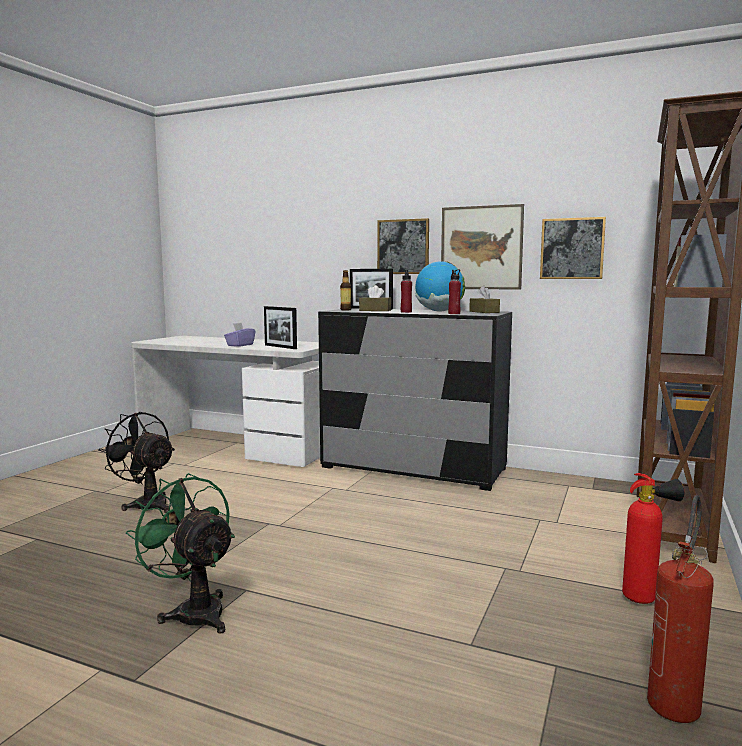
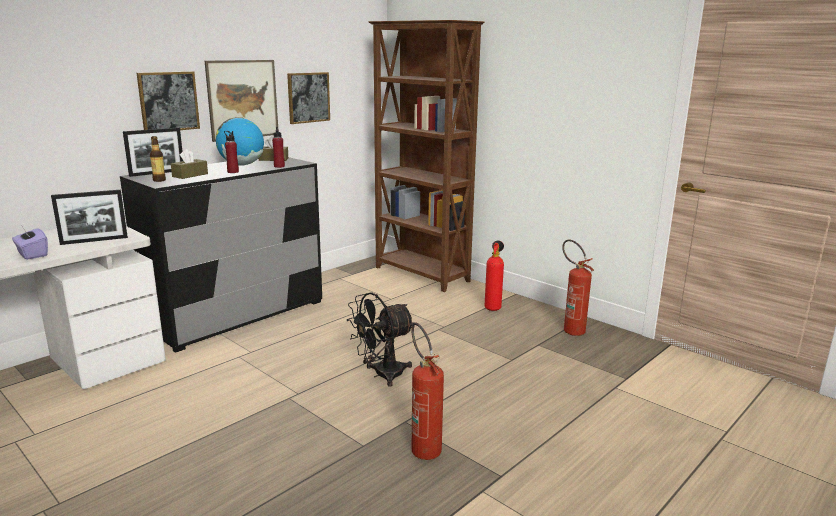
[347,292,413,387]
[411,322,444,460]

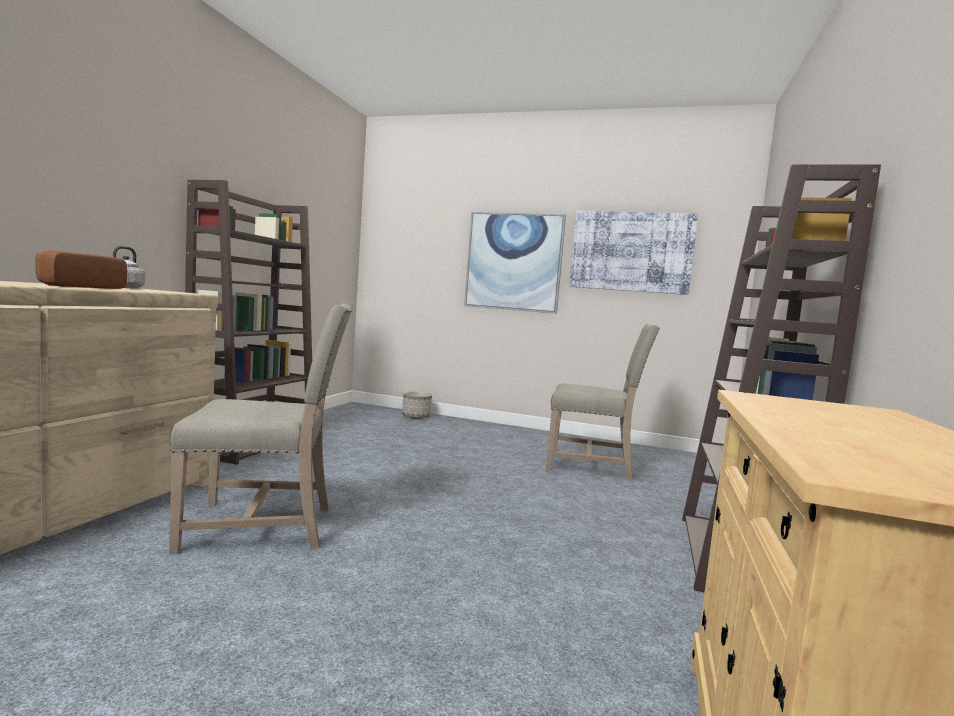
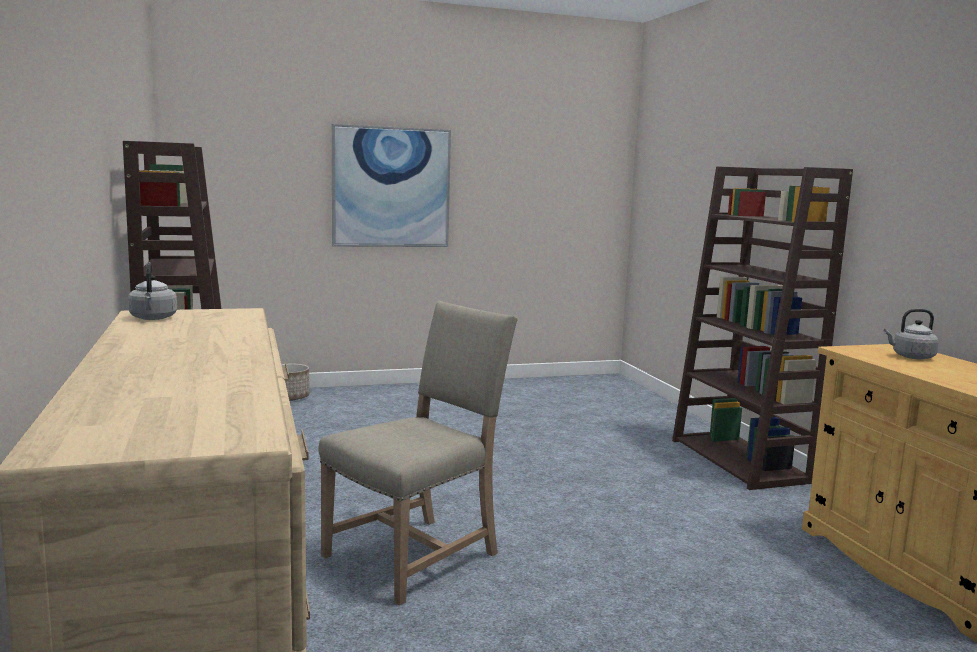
[35,250,127,289] (first image)
[546,324,660,481] (first image)
[569,211,698,295] (first image)
[884,309,939,359]

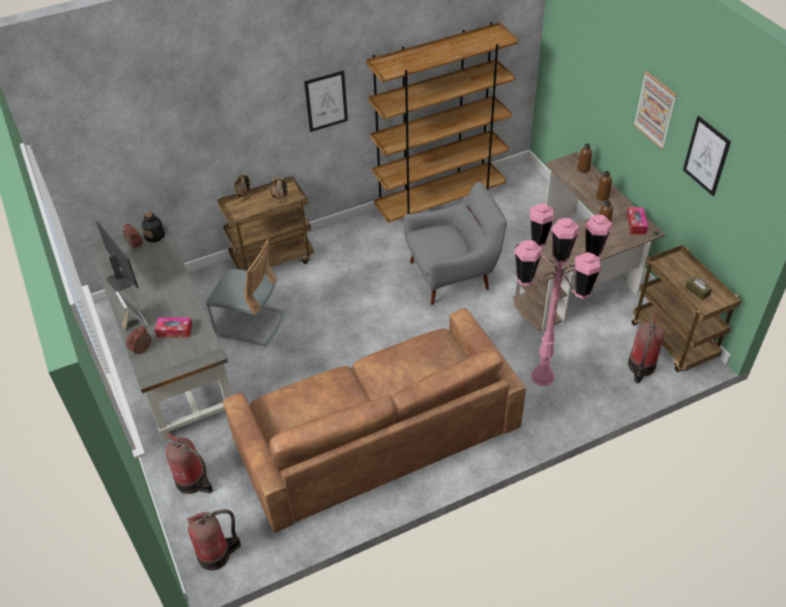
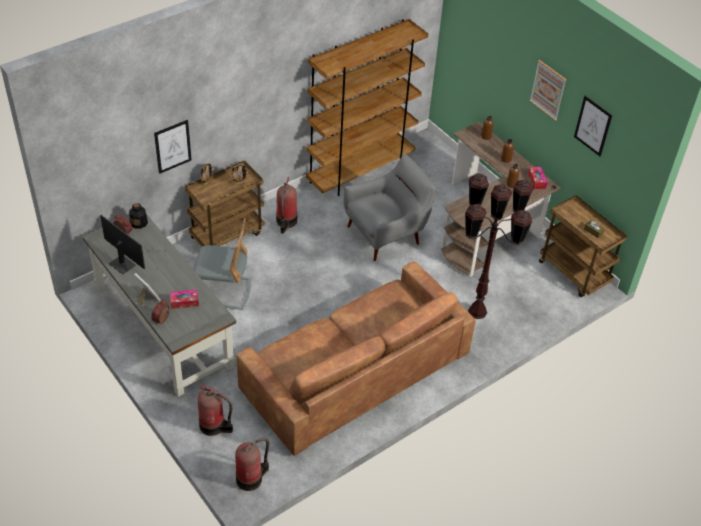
[154,120,191,174]
[276,177,297,234]
[465,173,534,319]

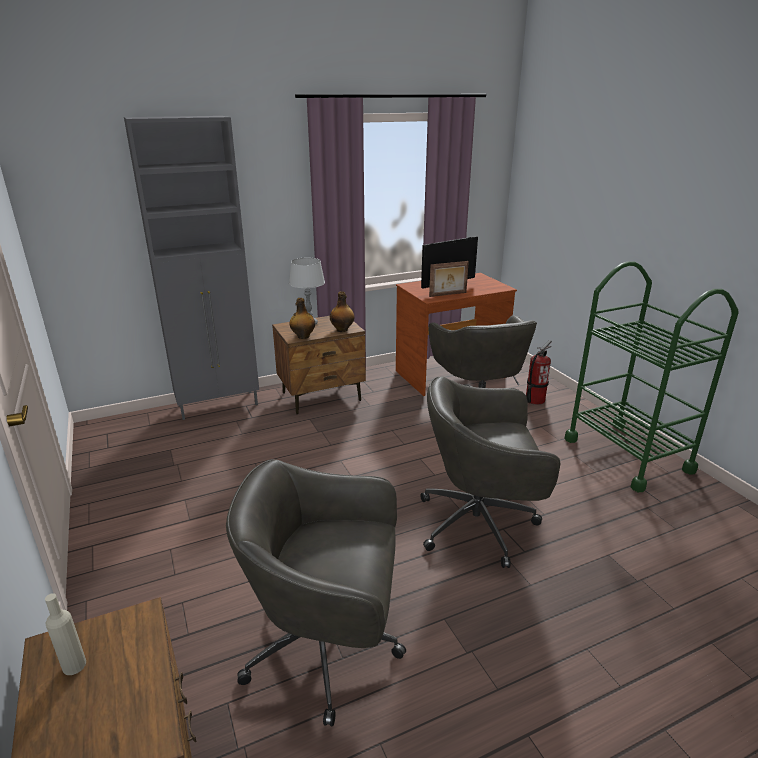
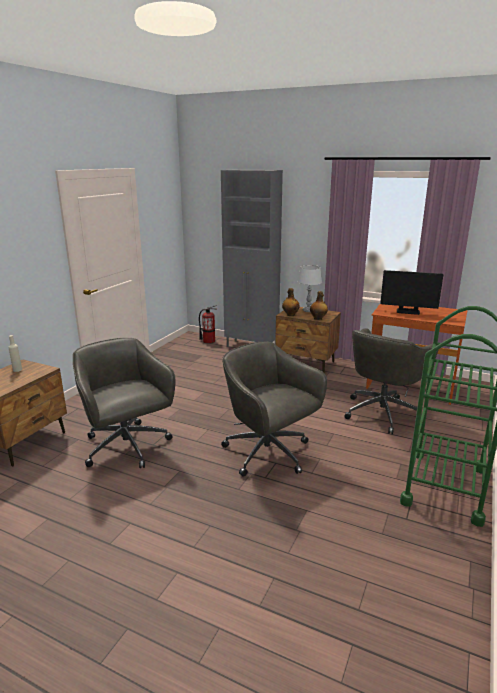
[429,261,469,297] (first image)
[199,305,217,344]

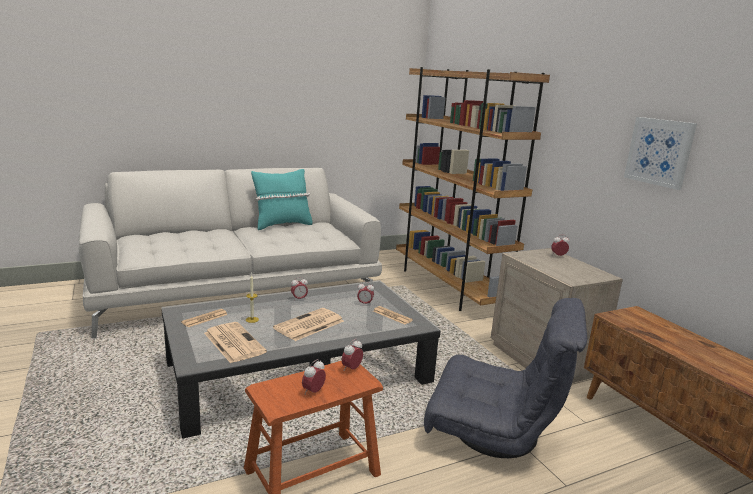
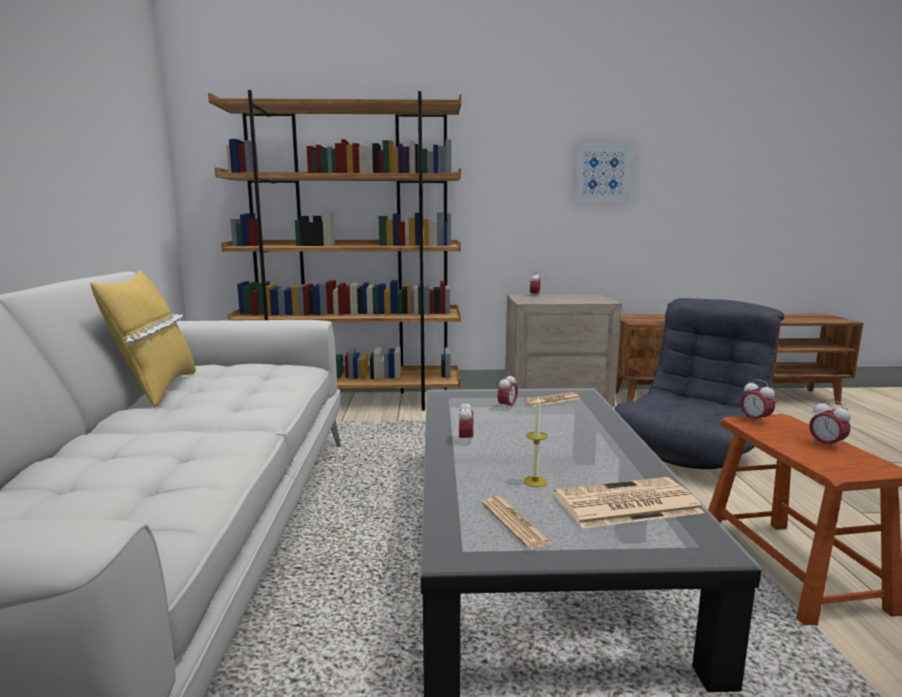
[273,308,344,341] (first image)
[90,270,196,407]

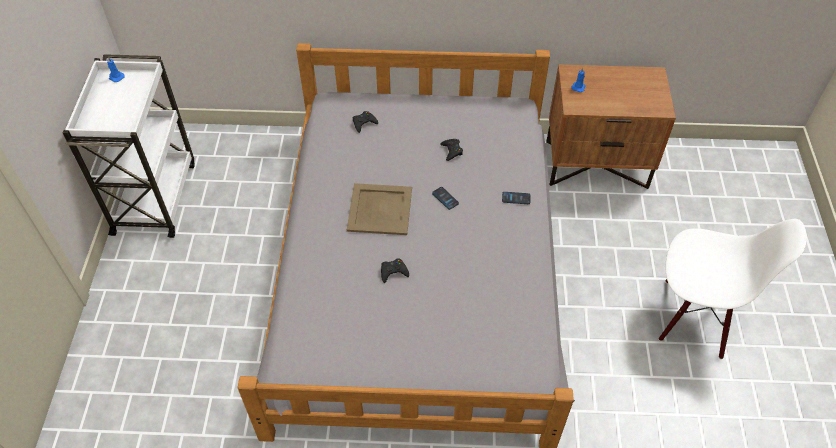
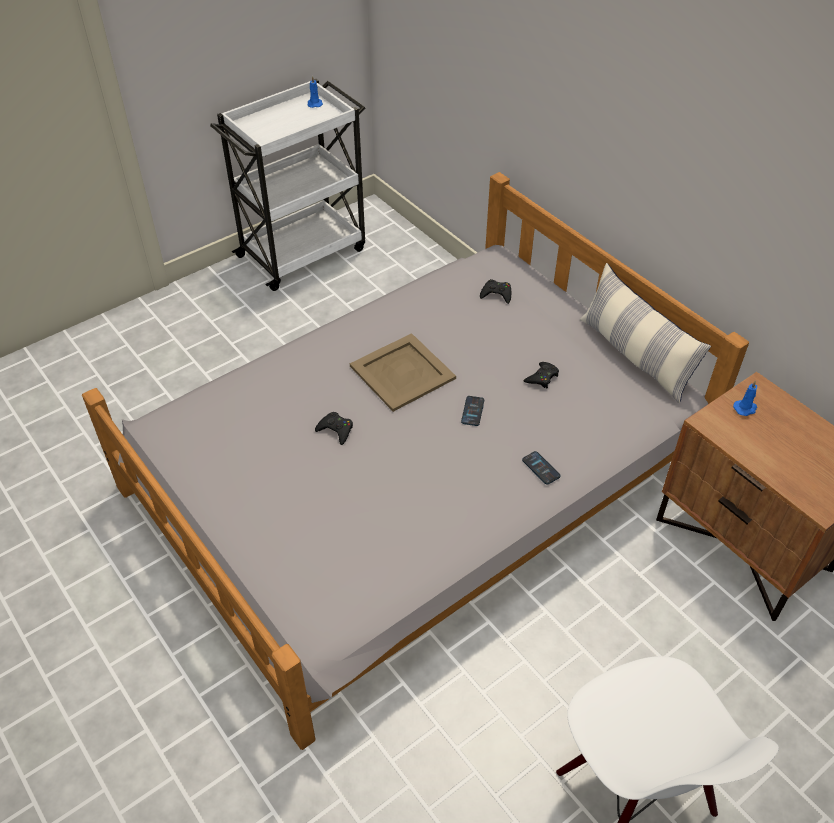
[580,263,711,403]

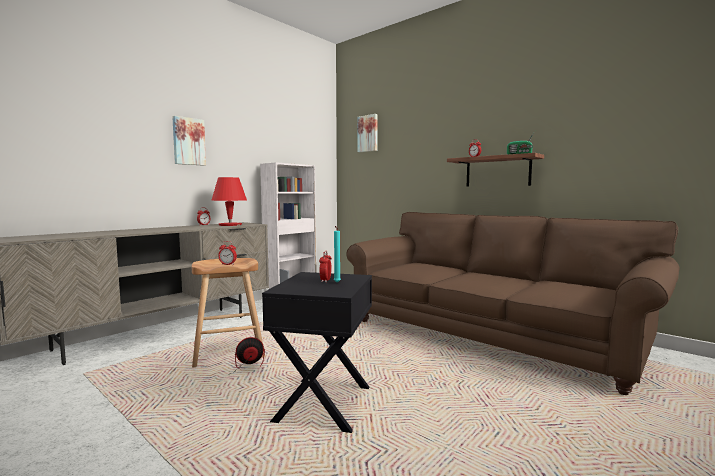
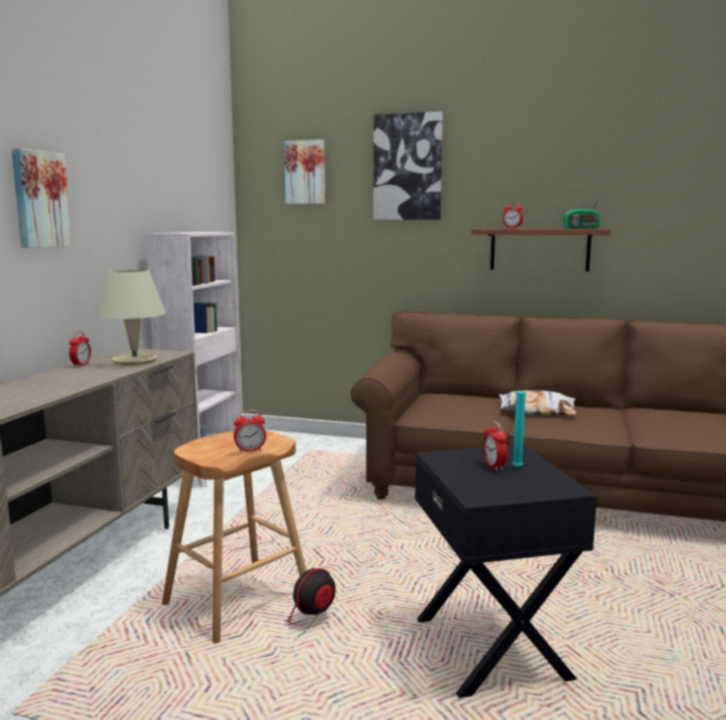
[373,111,443,220]
[499,390,578,415]
[97,270,166,365]

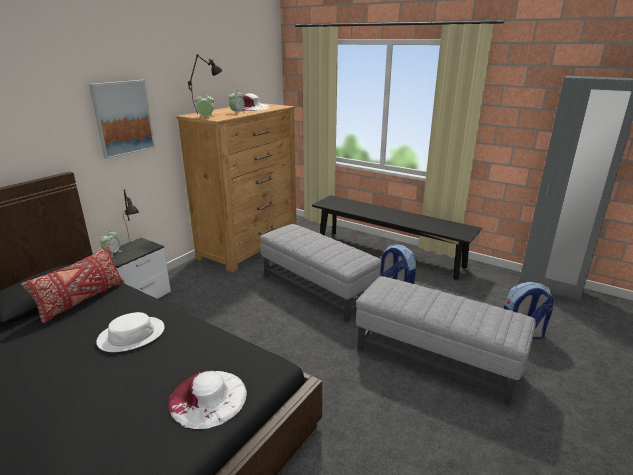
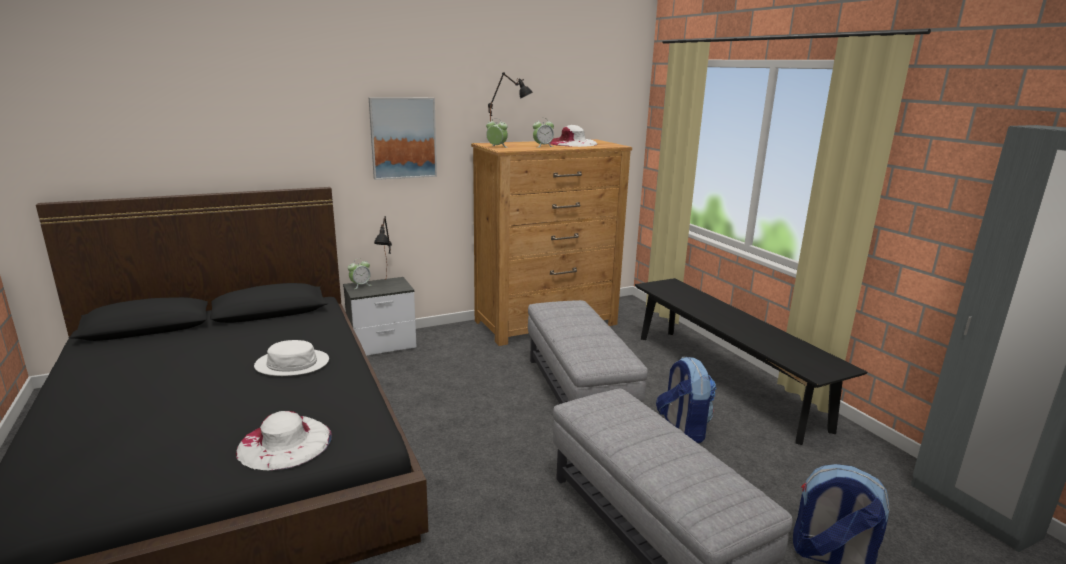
[21,246,124,323] (first image)

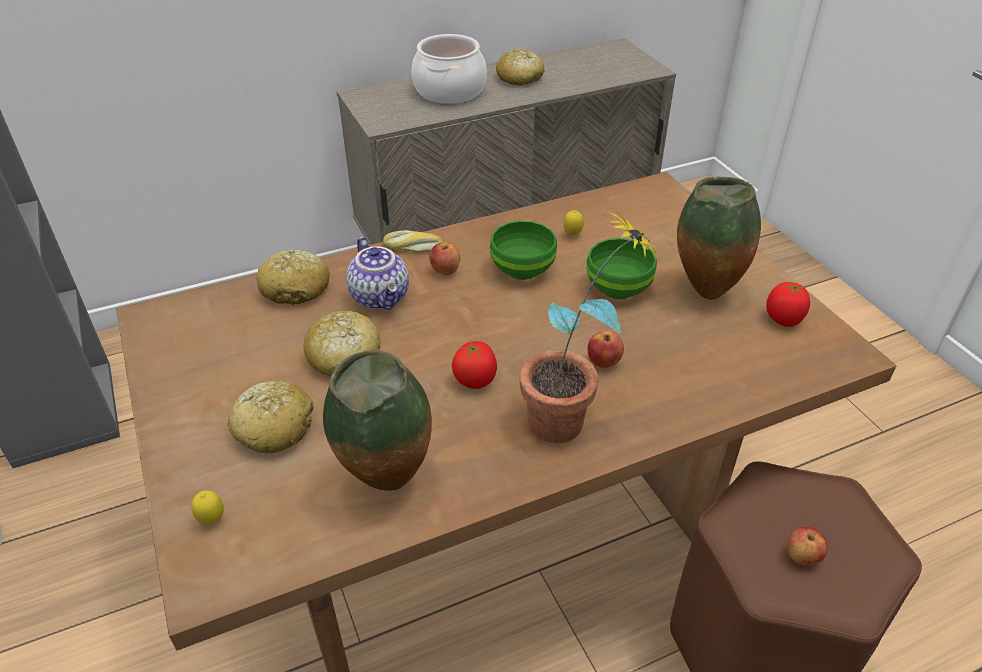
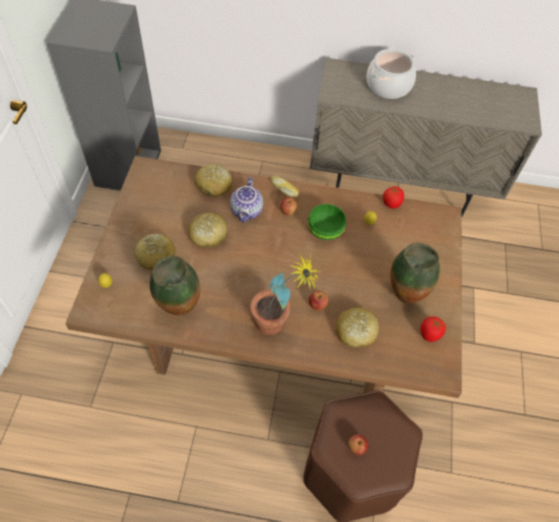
[586,238,657,299] (first image)
[383,186,404,209]
[336,307,379,348]

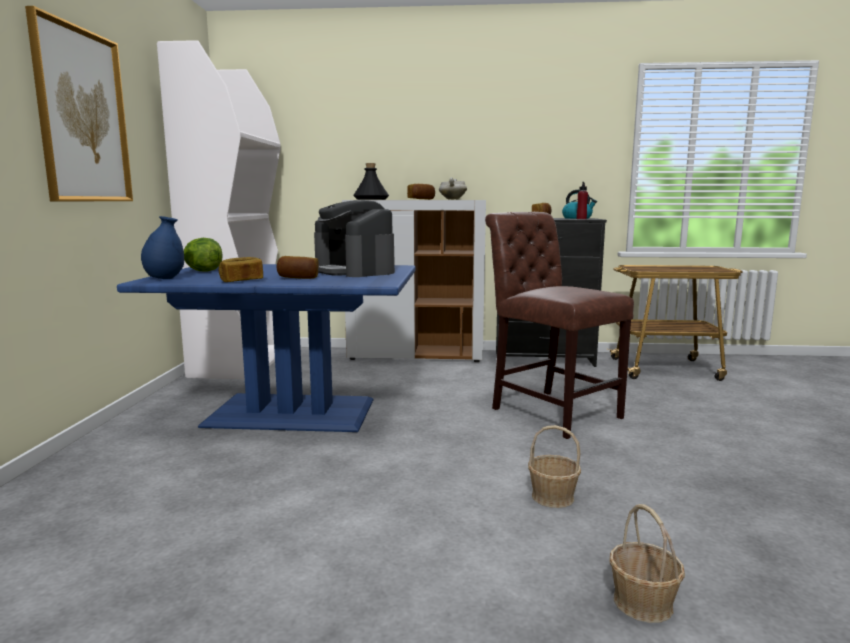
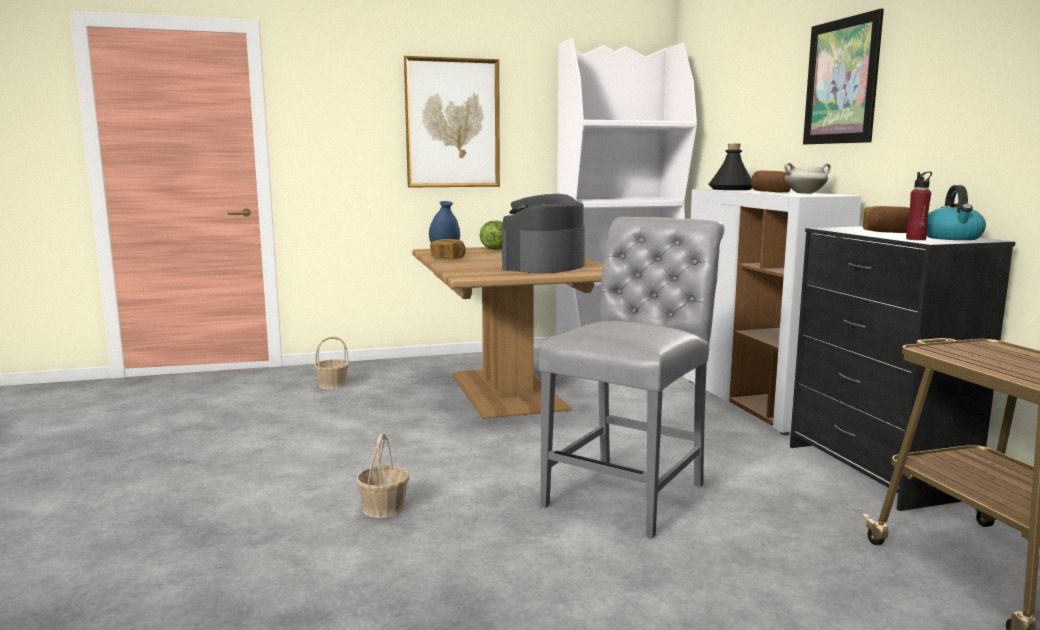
[276,256,319,279] (first image)
[803,9,884,144]
[314,336,349,389]
[412,247,603,419]
[539,217,724,538]

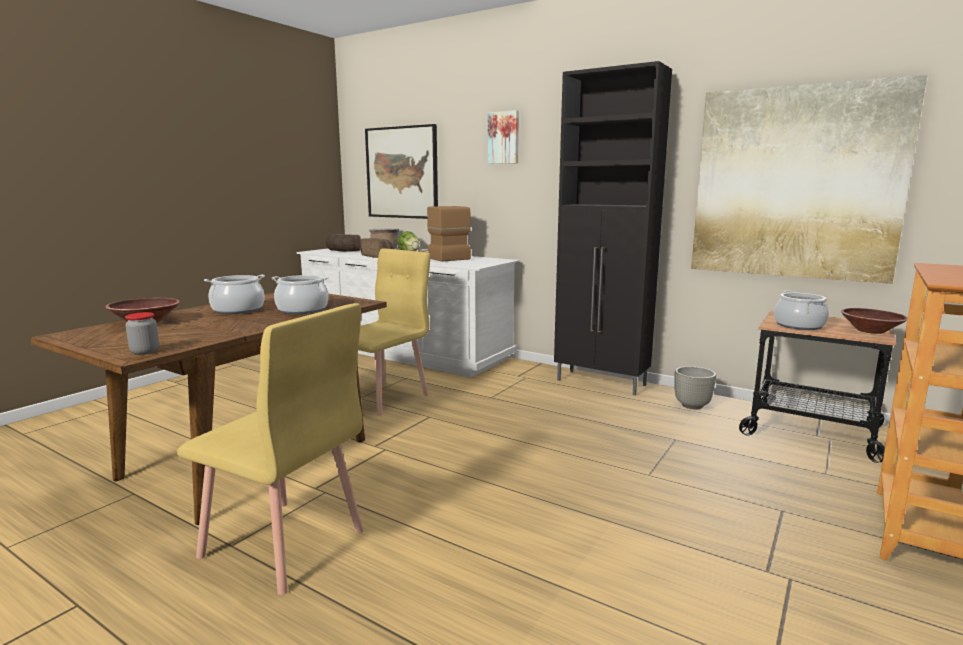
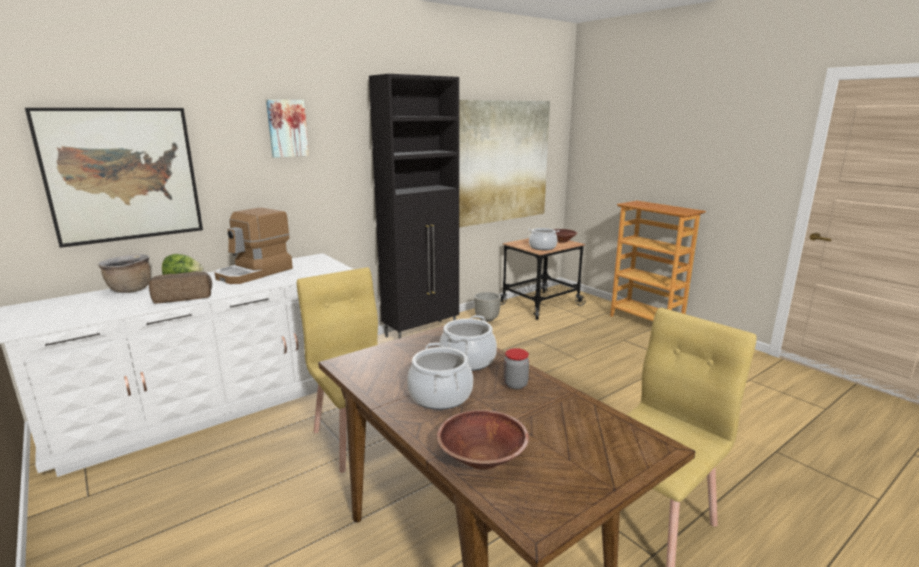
[326,234,361,252] (first image)
[504,348,529,389]
[215,208,293,284]

